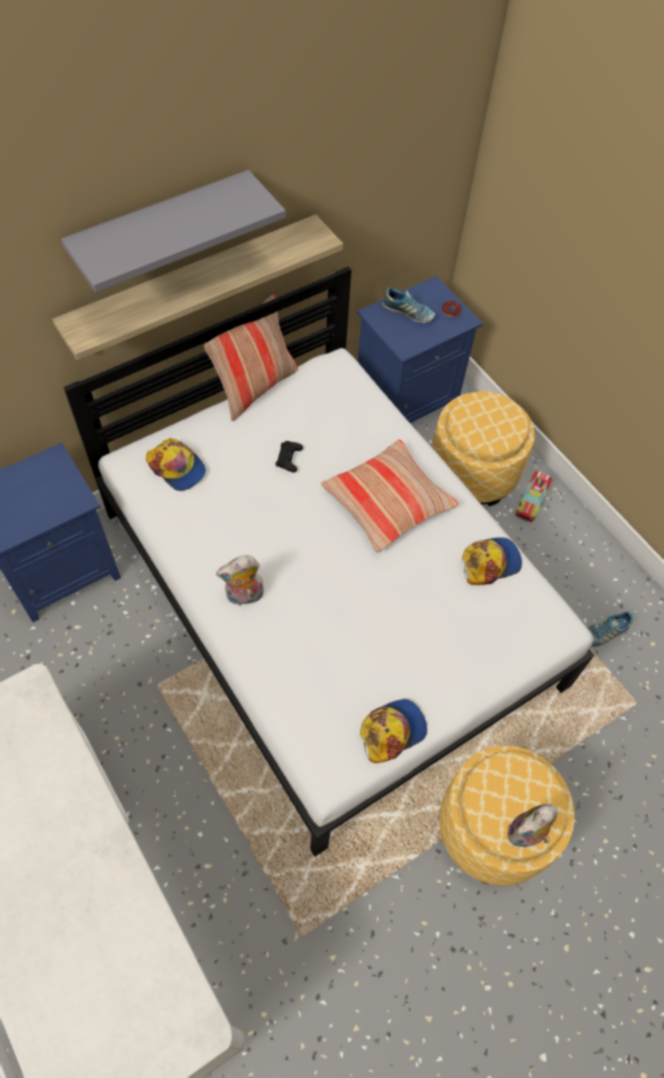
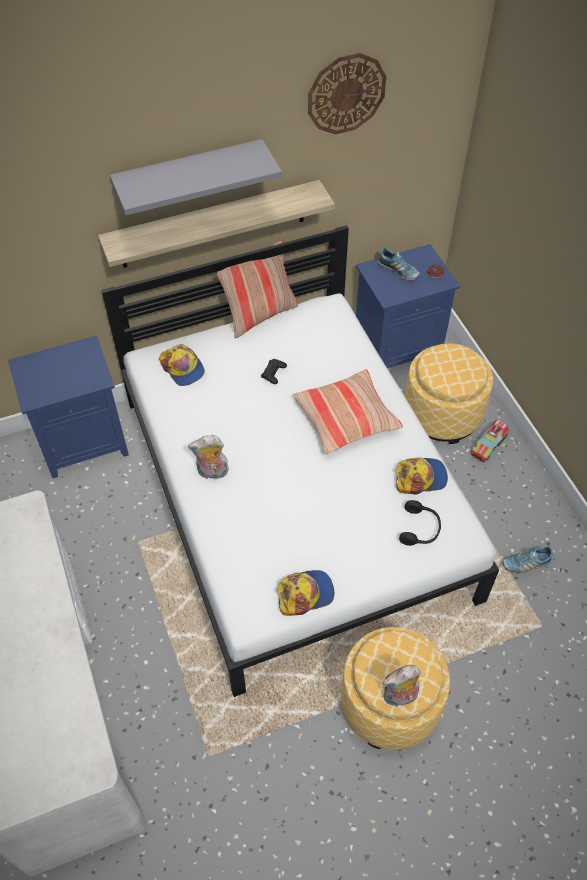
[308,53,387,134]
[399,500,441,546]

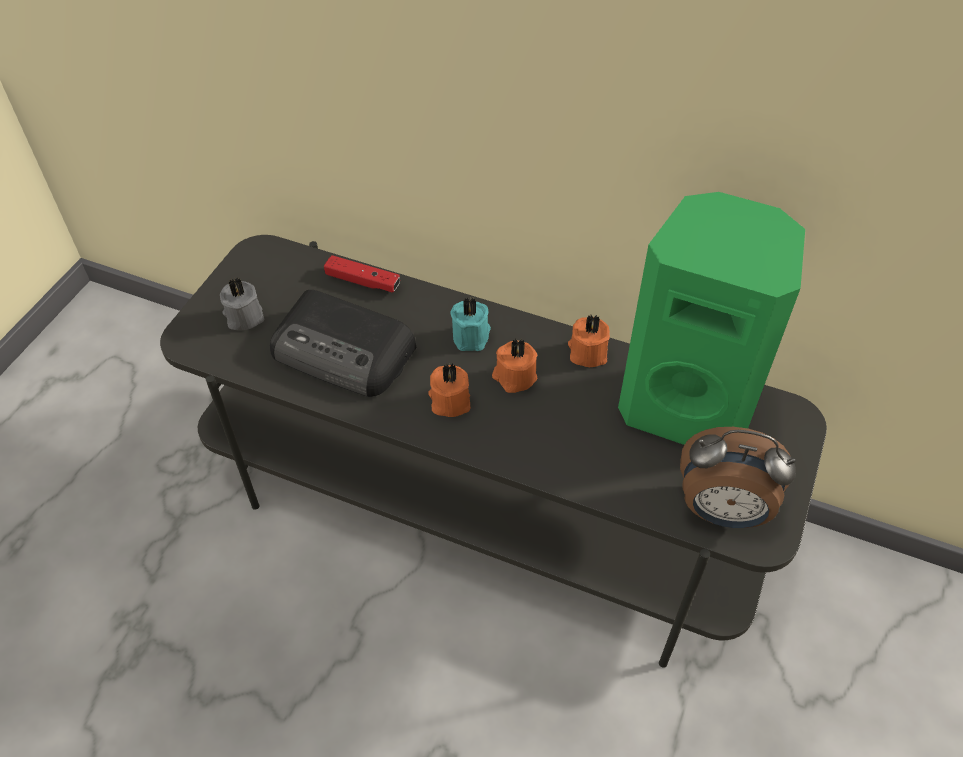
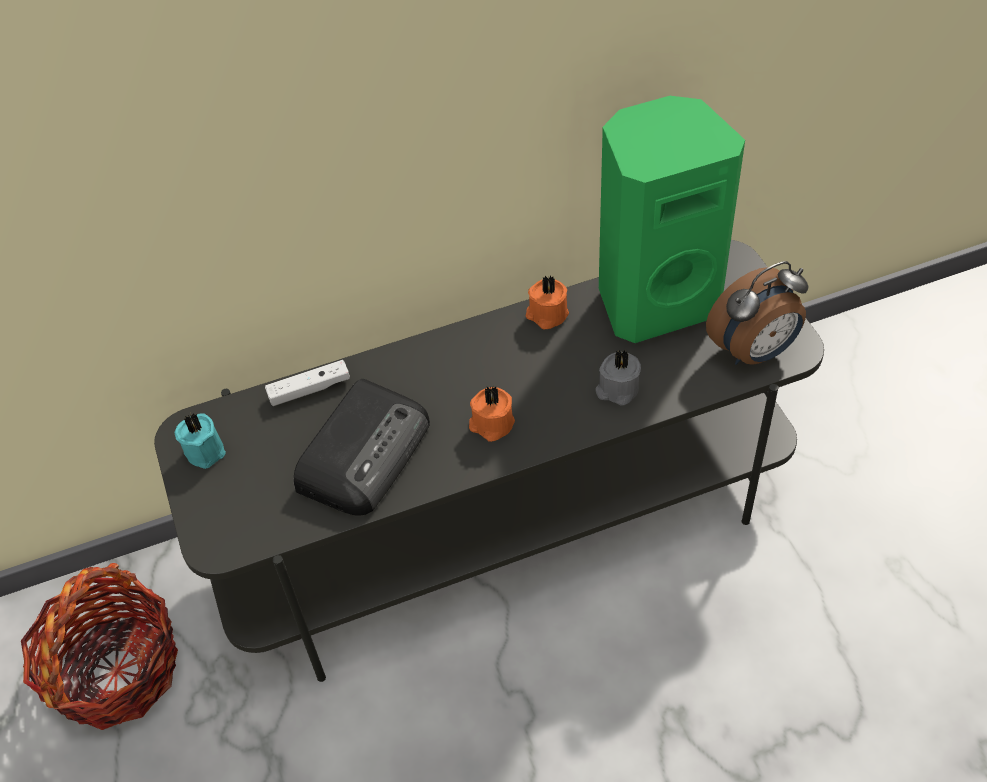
[492,338,538,393] (first image)
[21,563,178,730]
[596,350,641,406]
[174,413,226,469]
[265,360,350,406]
[294,379,430,516]

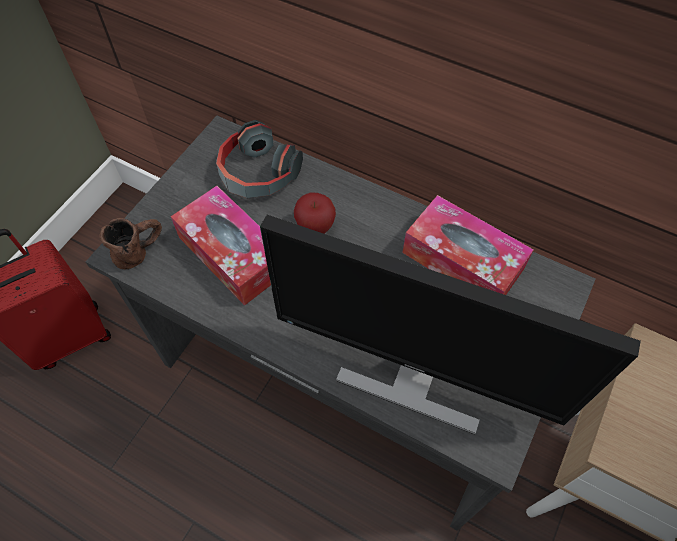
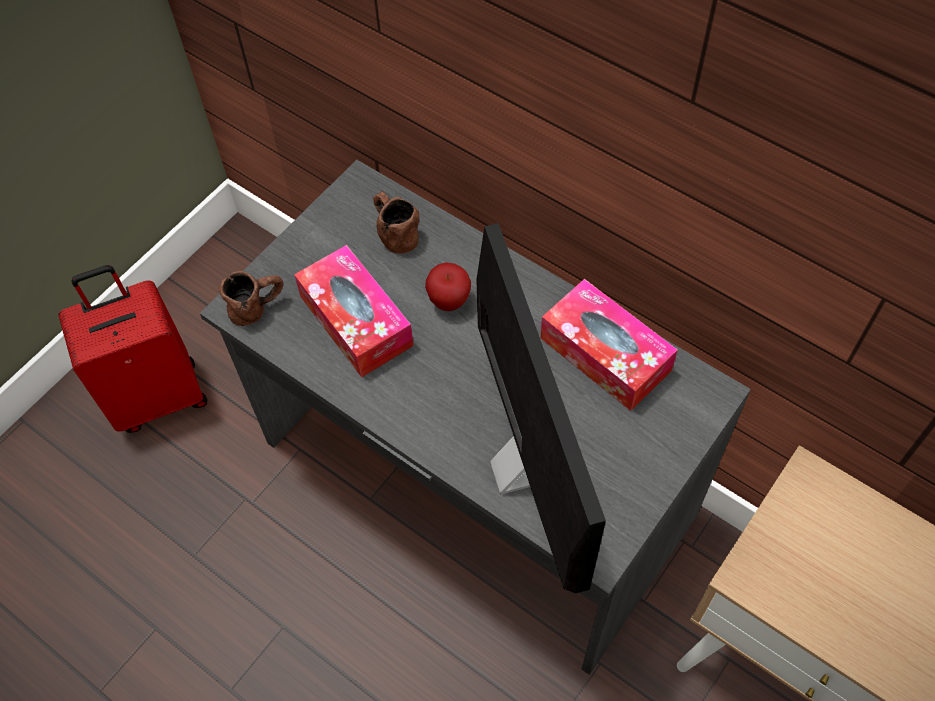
[373,191,419,254]
[476,223,606,593]

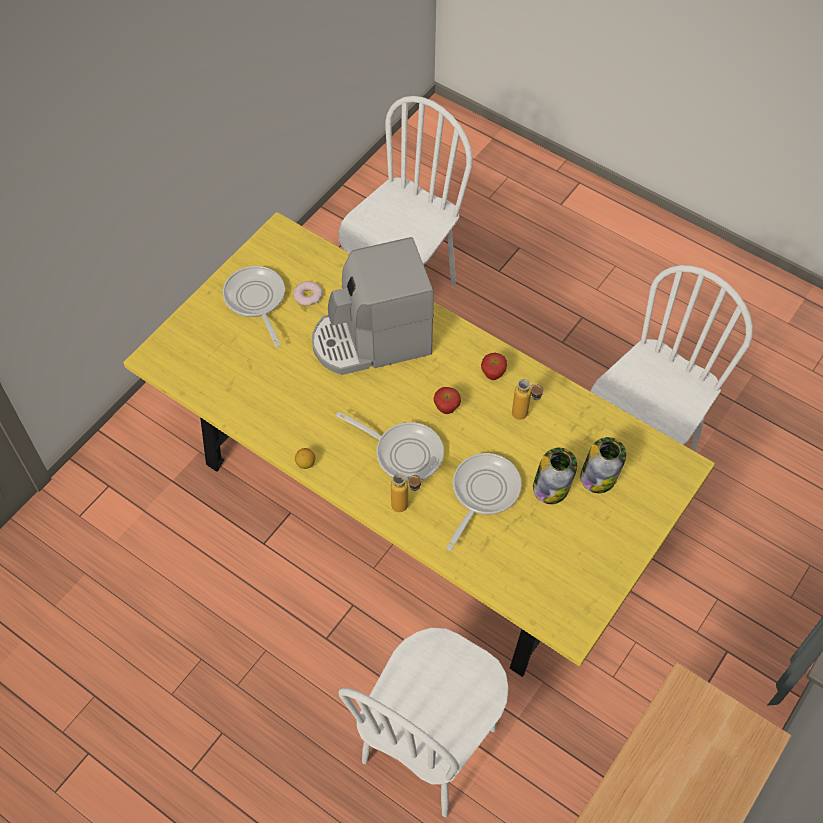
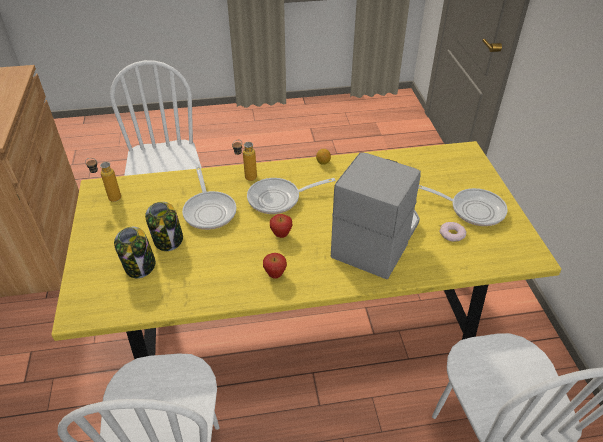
[85,158,121,202]

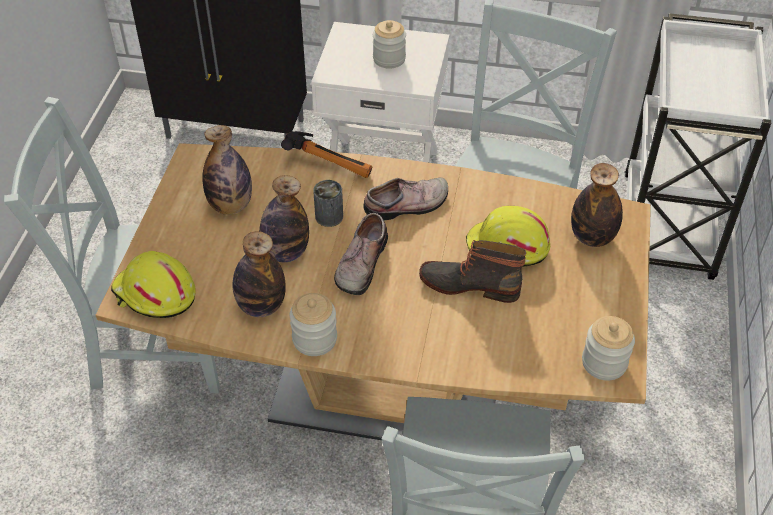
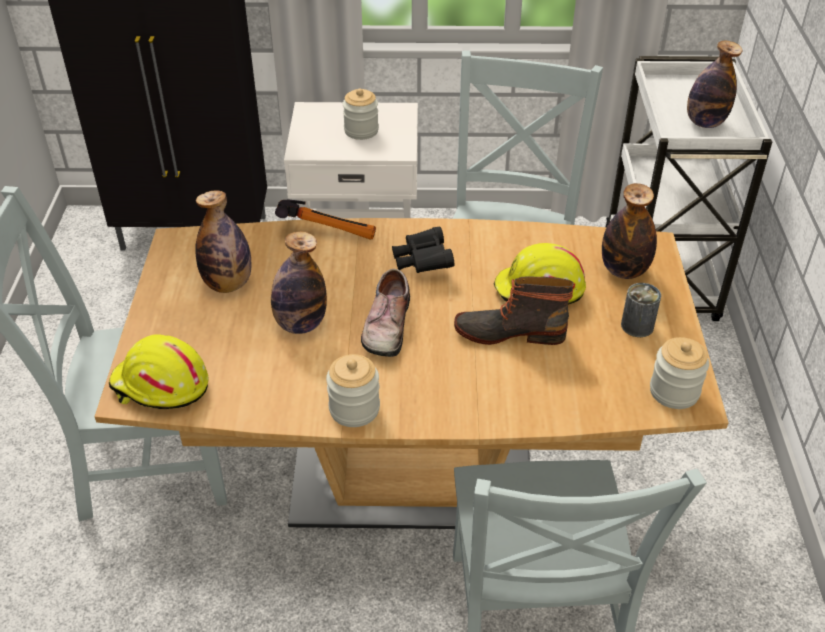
[687,41,742,128]
[621,283,661,337]
[392,226,454,273]

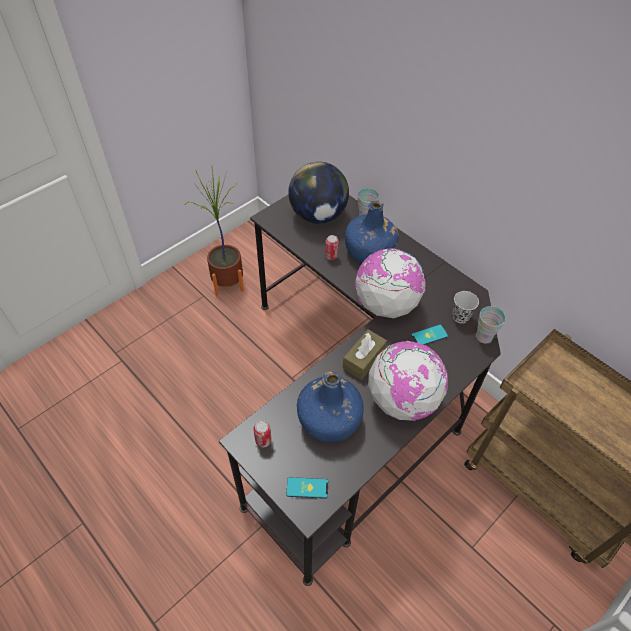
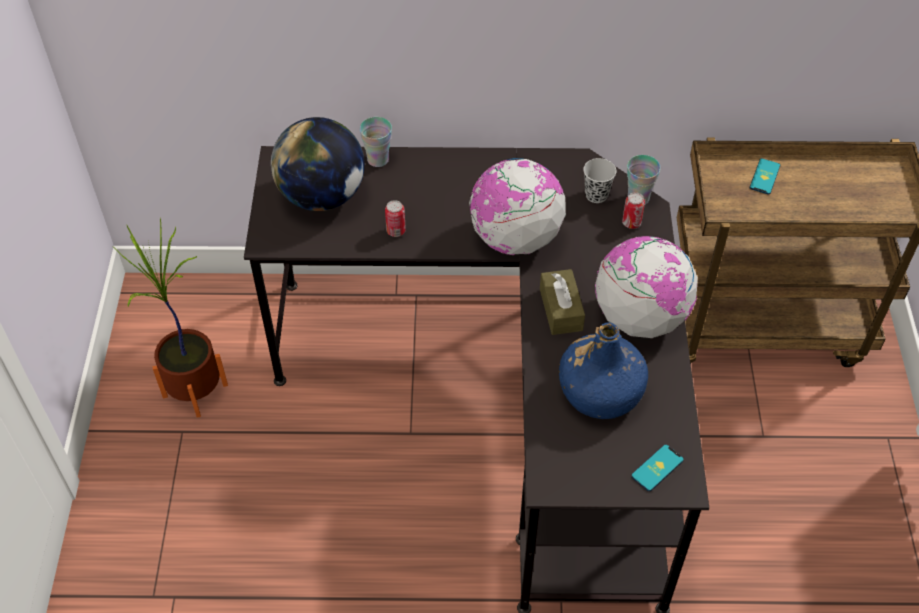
[345,201,399,263] (first image)
[622,192,645,229]
[750,158,780,195]

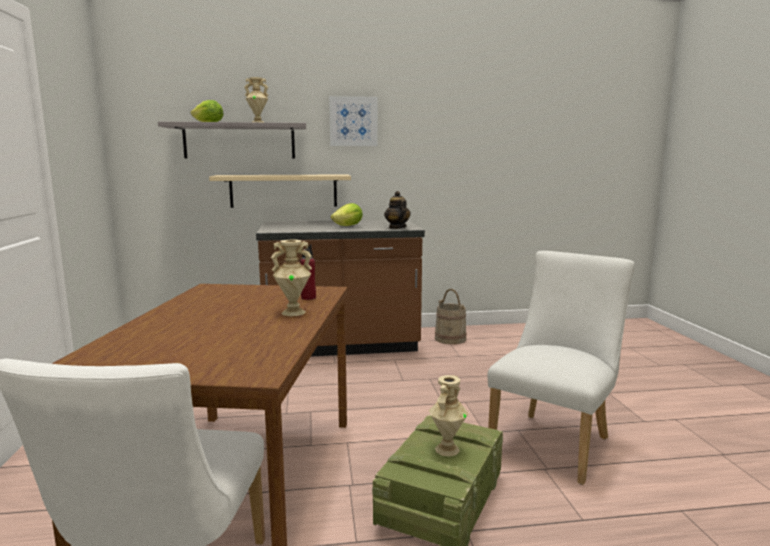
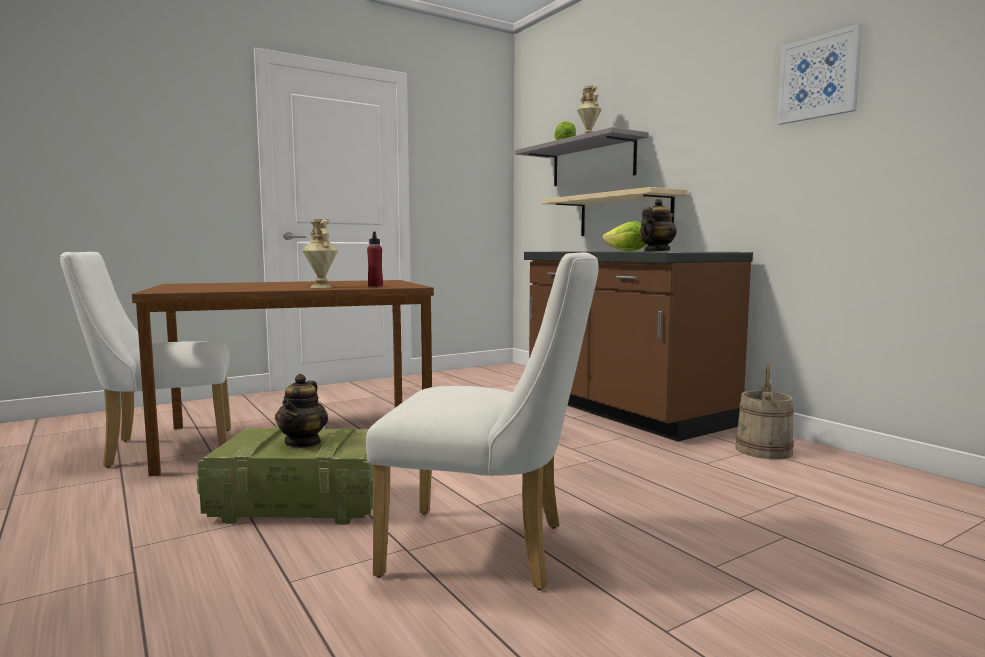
[777,24,862,125]
[275,374,328,448]

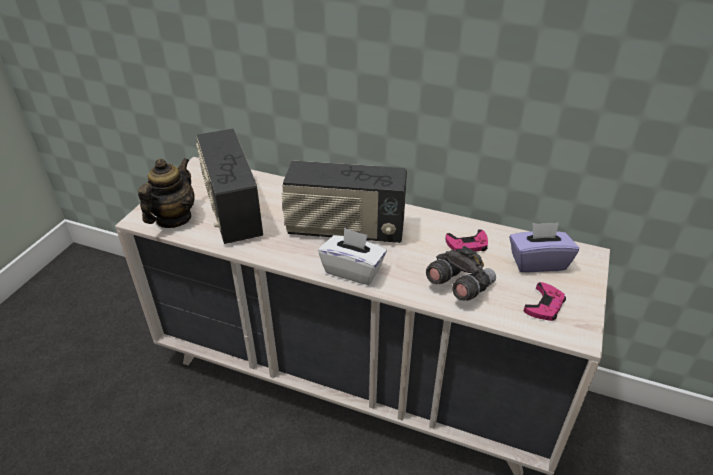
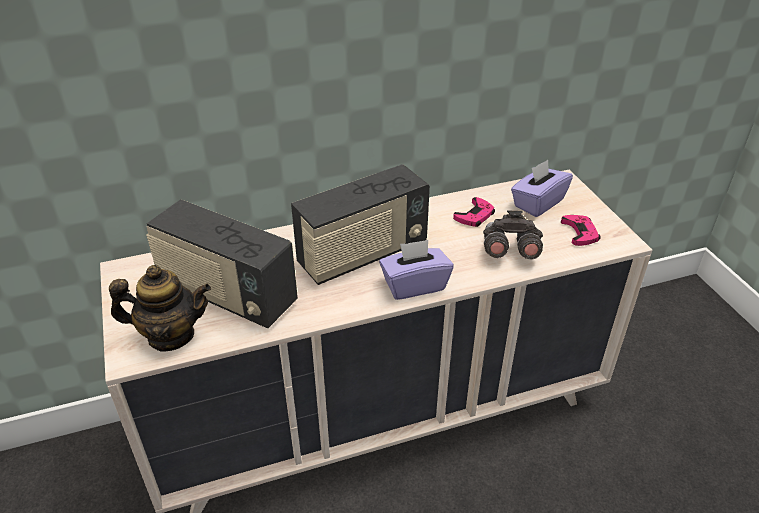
[379,240,454,300]
[109,265,211,352]

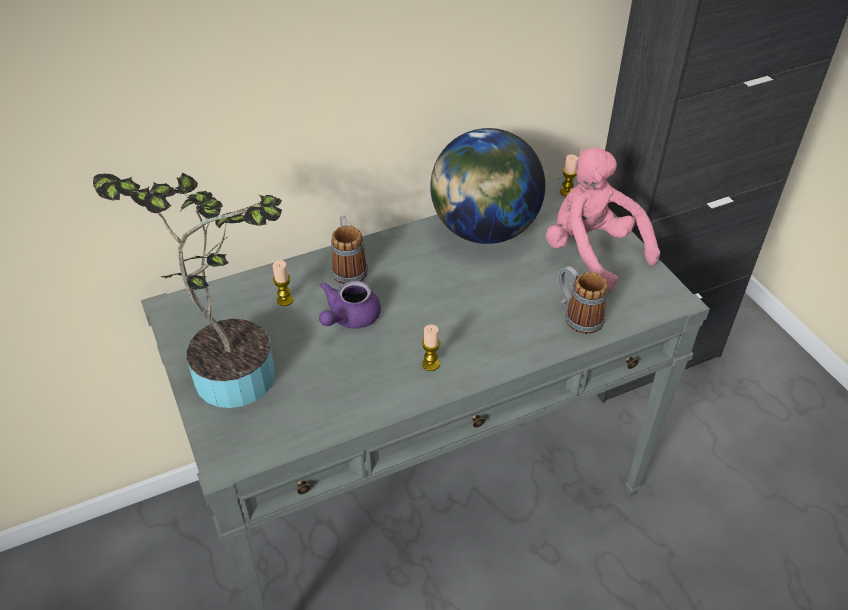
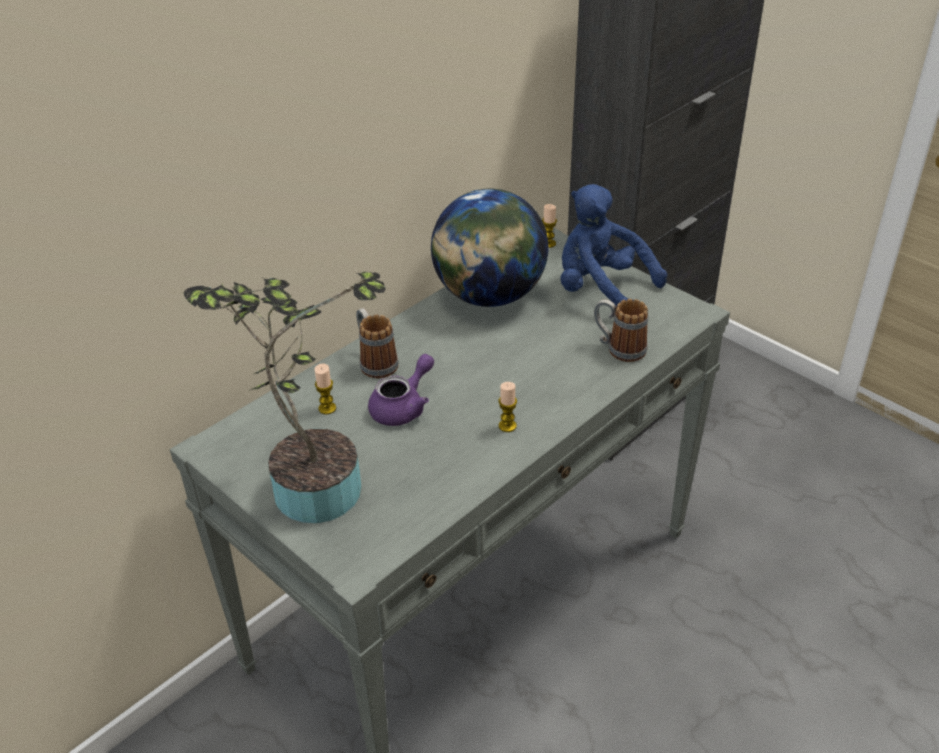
[560,184,667,307]
[368,354,434,426]

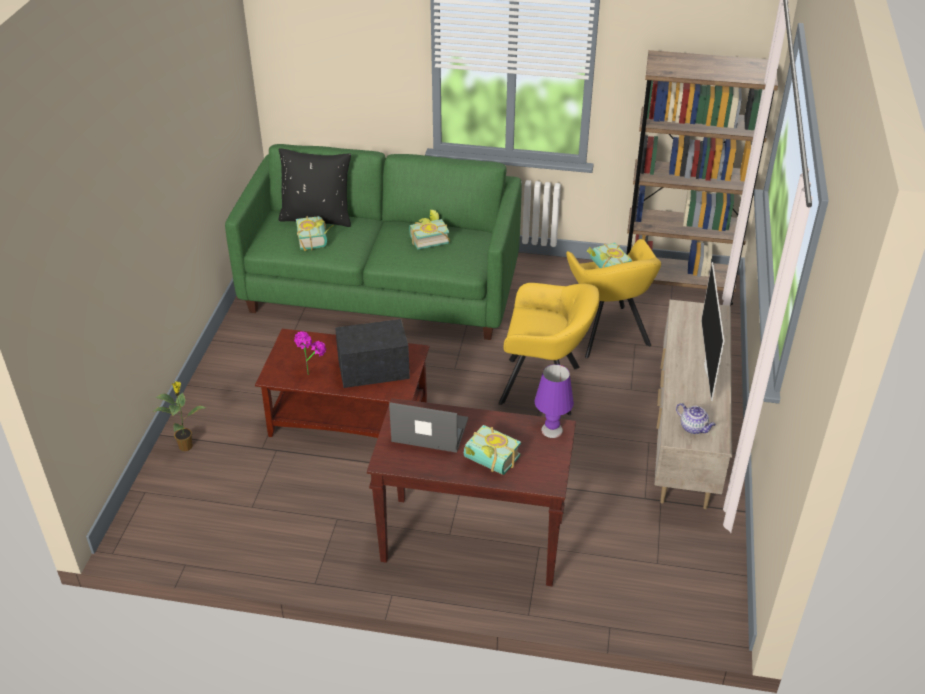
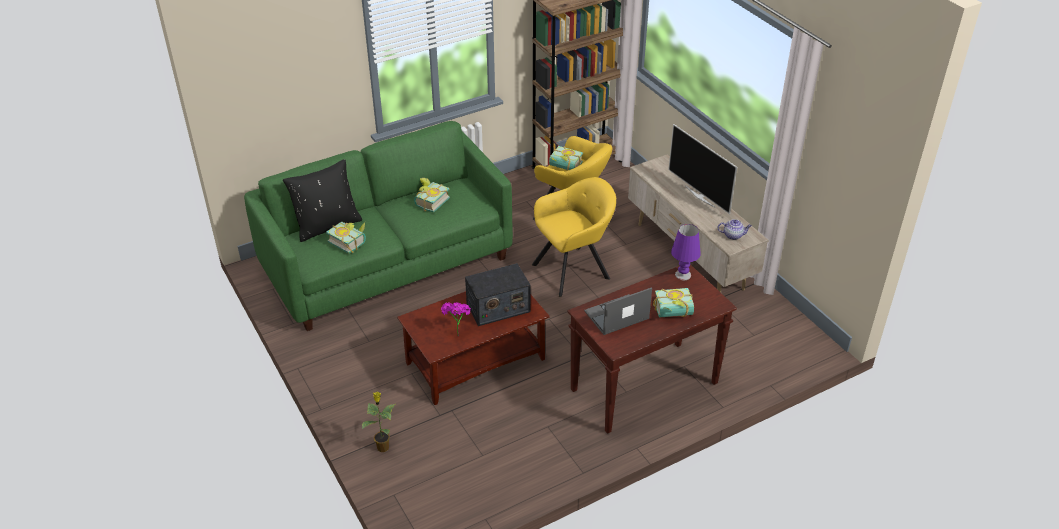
[465,263,531,326]

